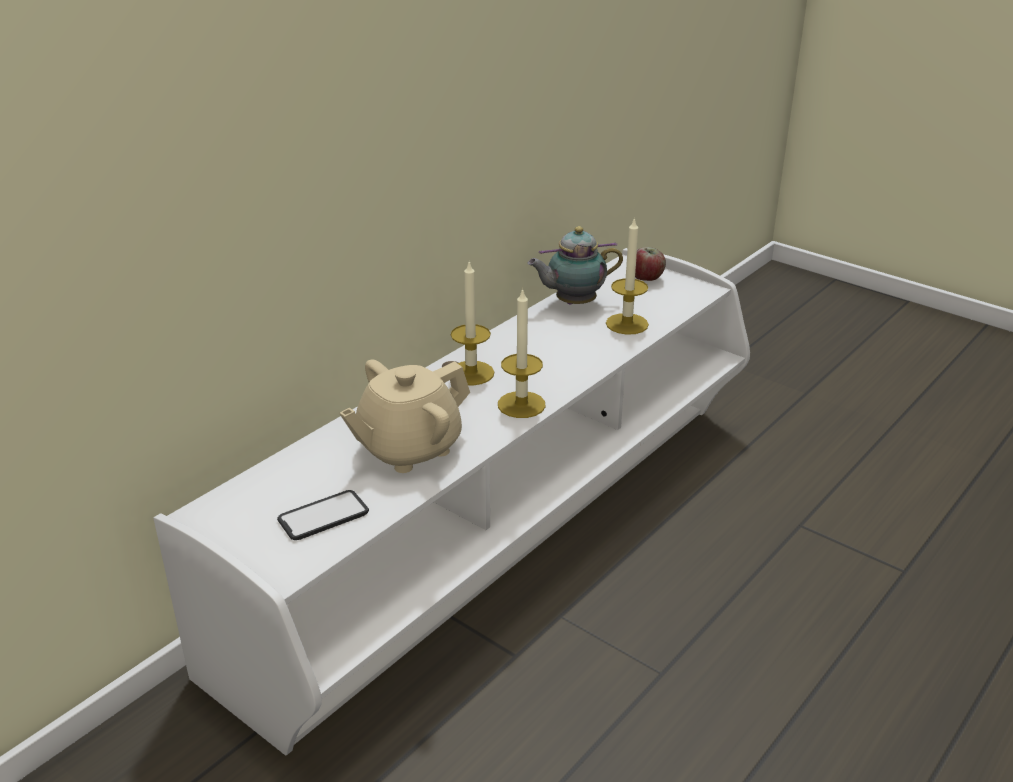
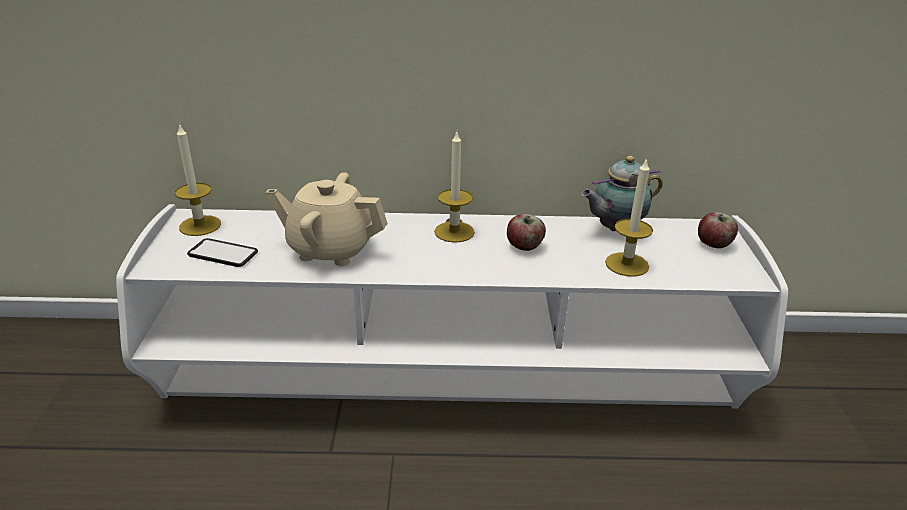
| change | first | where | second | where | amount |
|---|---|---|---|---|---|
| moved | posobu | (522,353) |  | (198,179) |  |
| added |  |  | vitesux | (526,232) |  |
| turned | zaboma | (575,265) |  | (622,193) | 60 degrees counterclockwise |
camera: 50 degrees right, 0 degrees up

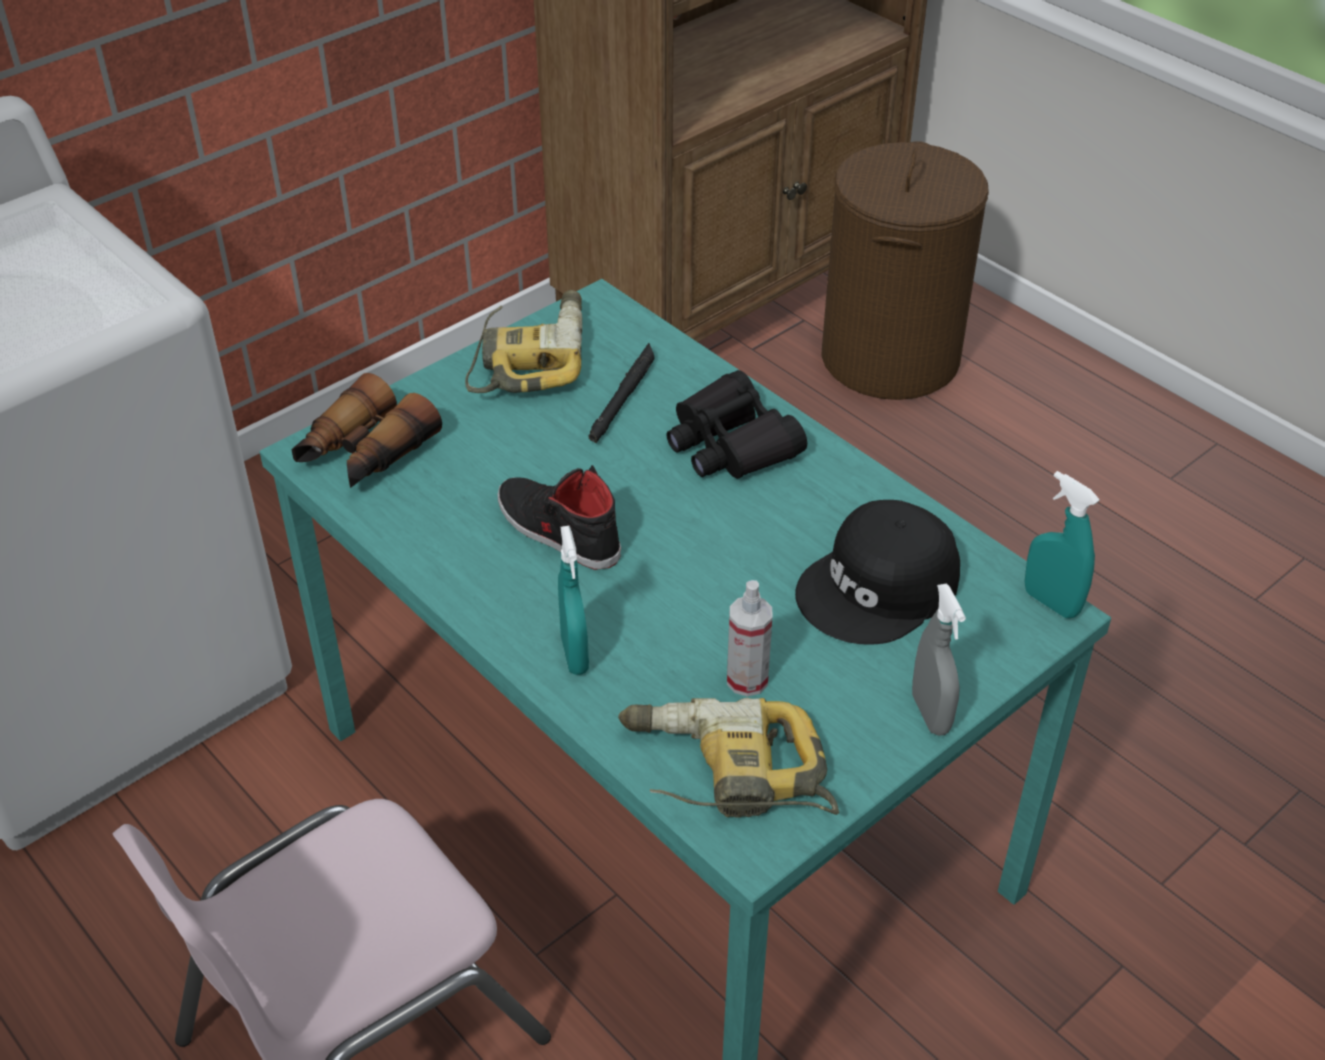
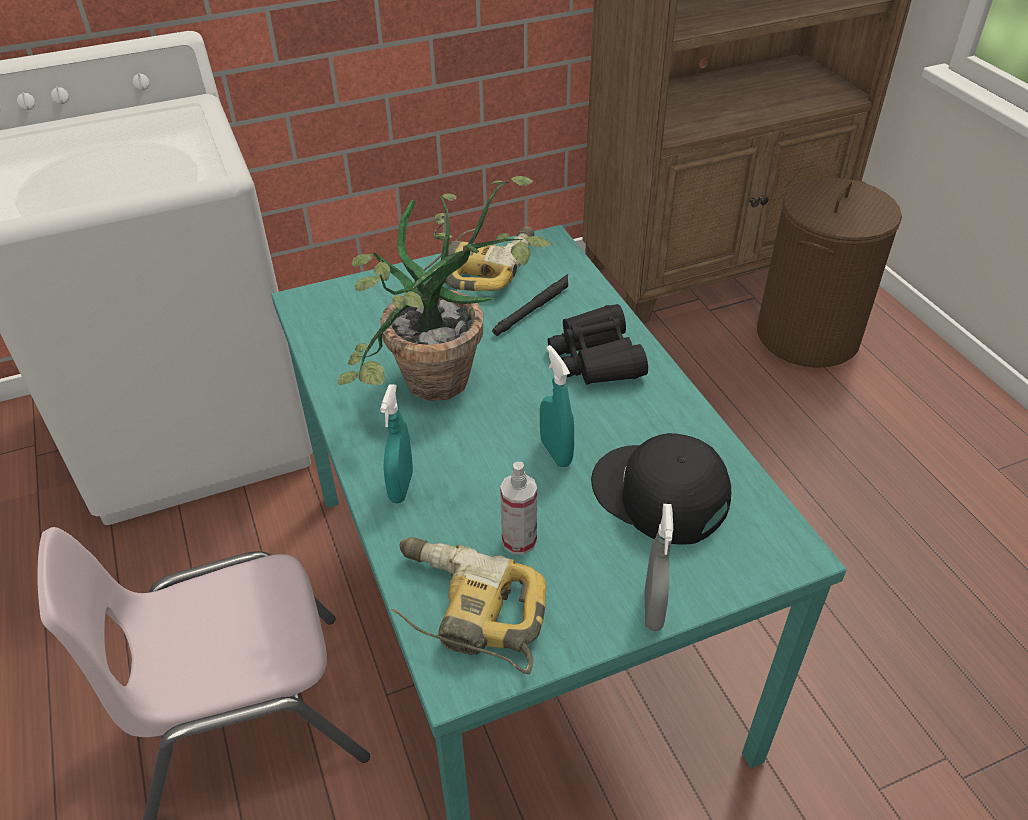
| change | first | where | second | where | amount |
|---|---|---|---|---|---|
| replaced | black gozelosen | (559,517) | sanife | (445,288) |  |
| moved | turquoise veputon | (1062,545) |  | (557,406) |  |
| turned | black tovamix | (877,572) |  | (661,489) | 60 degrees clockwise |
| removed | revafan | (366,430) |  |  |  |
camera: 20 degrees right, 0 degrees up

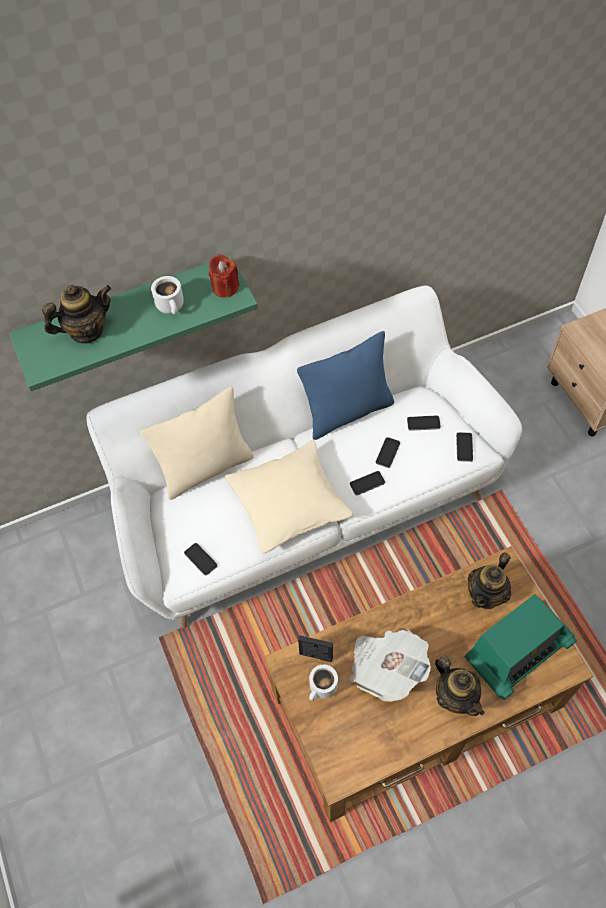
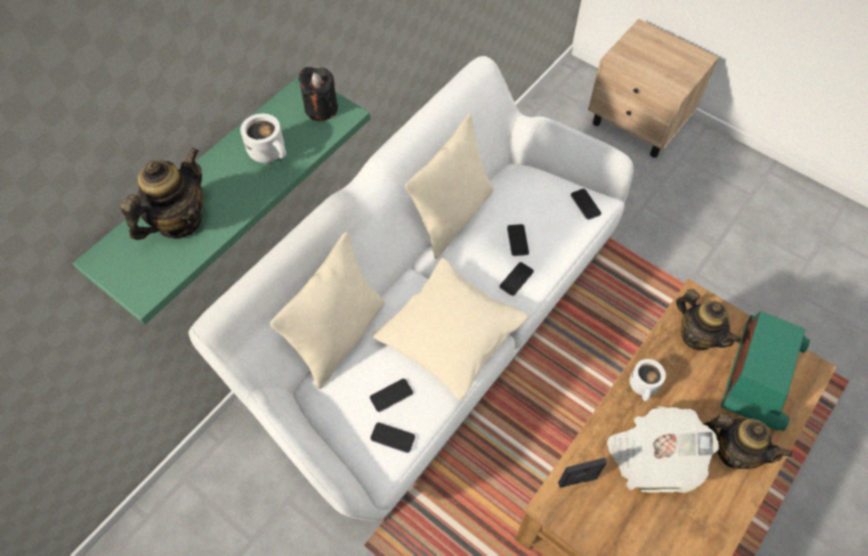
| change | first | where | second | where | amount |
|---|---|---|---|---|---|
| recoloured | red posobu | (224,276) | black posobu | (318,94) |  |
| moved | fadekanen | (424,423) |  | (391,395) |  |
| recoloured | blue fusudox | (345,385) | beige fusudox | (449,186) |  |
| moved | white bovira | (323,683) |  | (648,380) |  |
| turned | zaboma | (489,580) |  | (708,319) | 45 degrees counterclockwise |
camera: 30 degrees left, 0 degrees up

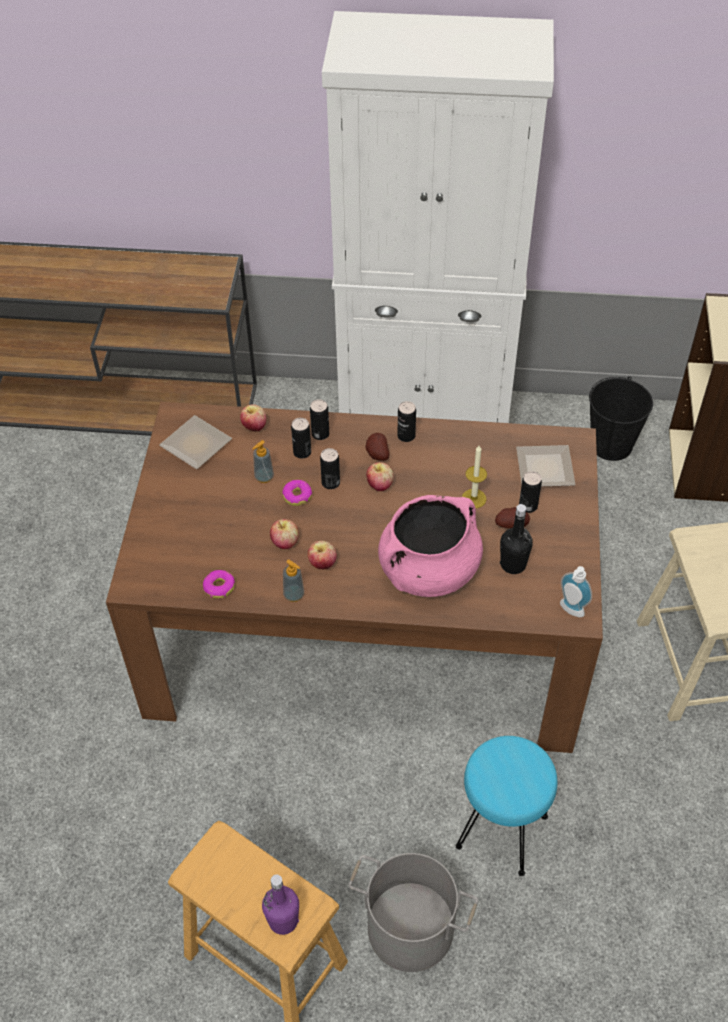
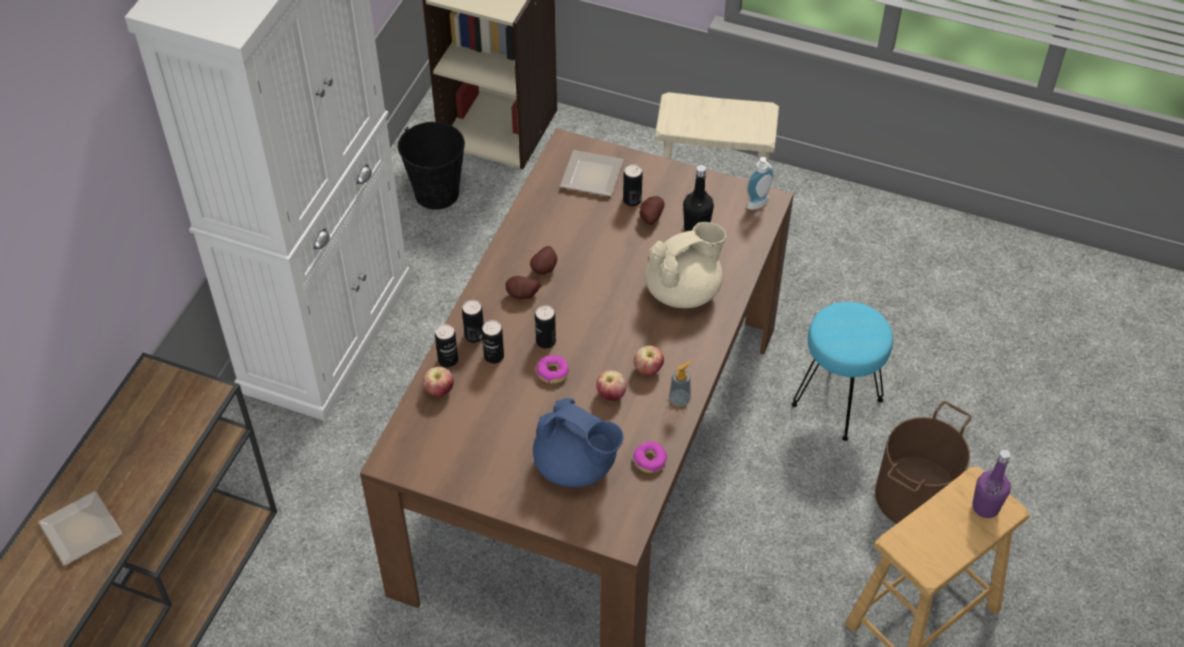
| change | first | where | second | where | amount |
|---|---|---|---|---|---|
| moved | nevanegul | (195,442) |  | (80,528) |  |
| moved | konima | (406,421) |  | (446,346) |  |
| added |  |  | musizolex | (543,260) |  |
| added |  |  | blue zaboma | (578,442) |  |
| replaced | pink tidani | (430,546) | beige zaboma | (685,265) |  |
| recoloured | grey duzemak | (413,912) | brown duzemak | (923,462) |  |
| removed | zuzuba | (263,461) |  |  |  |
| removed | vitesux | (380,476) |  |  |  |
| removed | posobu | (474,477) |  |  |  |
camera: 75 degrees left, 0 degrees up

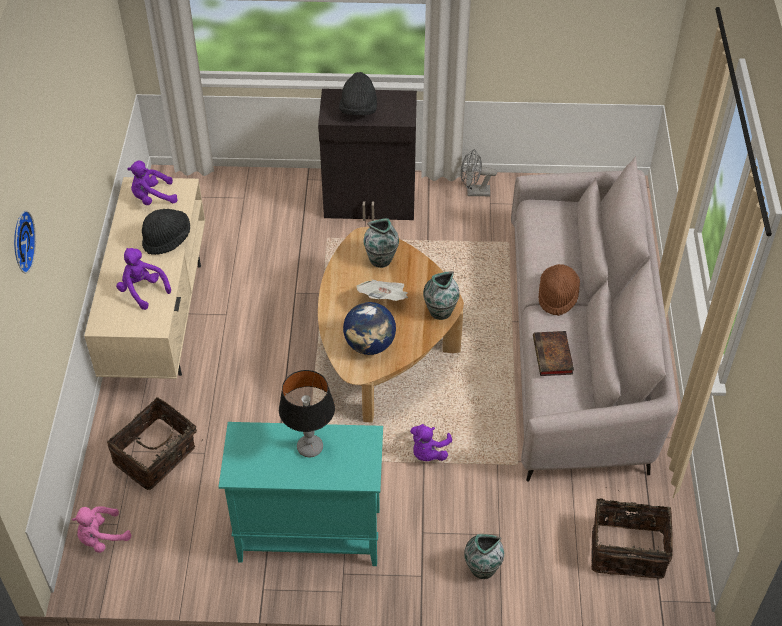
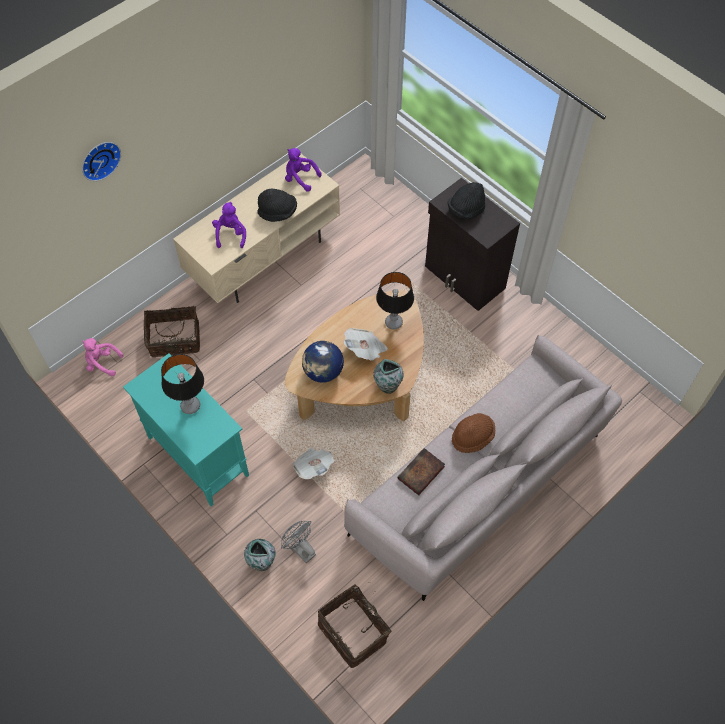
| change | first | where | second | where | amount |
|---|---|---|---|---|---|
| moved | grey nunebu | (479,172) |  | (298,542) |  |
| replaced | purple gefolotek | (431,442) | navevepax | (313,463) |  |
| replaced | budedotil | (381,243) | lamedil | (395,301) |  |
camera: 45 degrees right, 10 degrees up

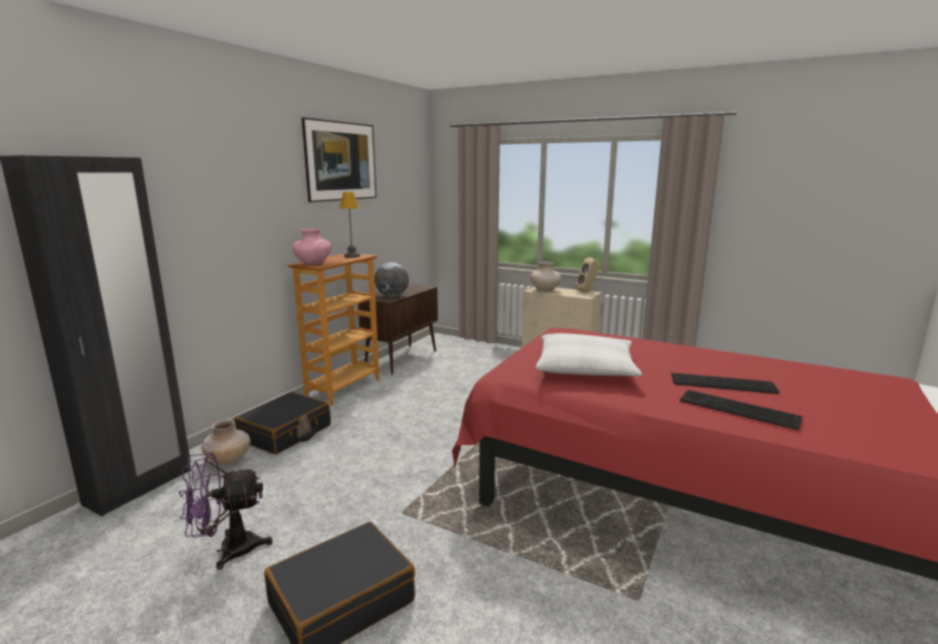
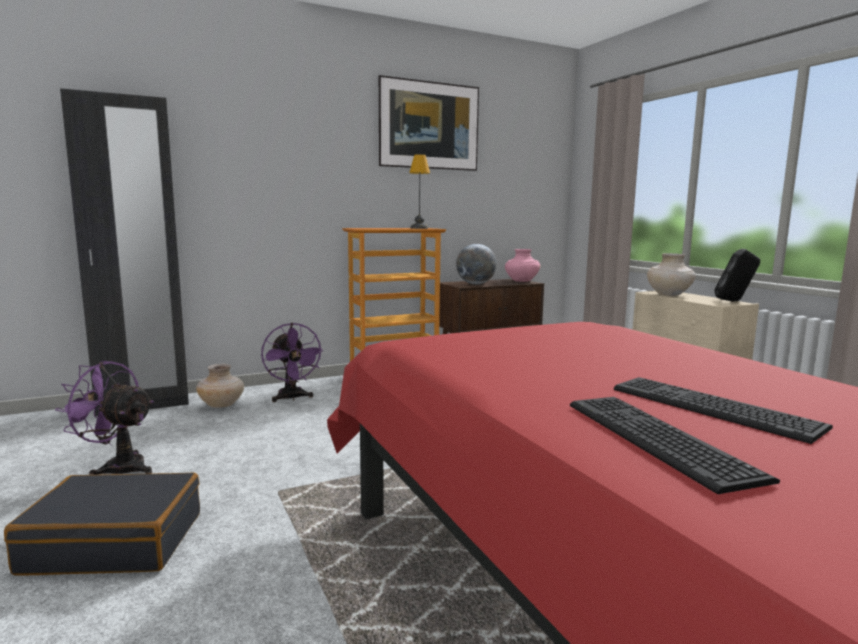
| change | first | where | second | where | amount |
|---|---|---|---|---|---|
| replaced | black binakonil | (282,423) | purple nunebu | (292,362) |  |
| moved | pink budedotil | (311,247) |  | (522,265) |  |
| recoloured | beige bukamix | (587,274) | black bukamix | (737,275) |  |
| removed | white fusudox | (589,355) |  |  |  |
camera: 35 degrees right, 5 degrees down

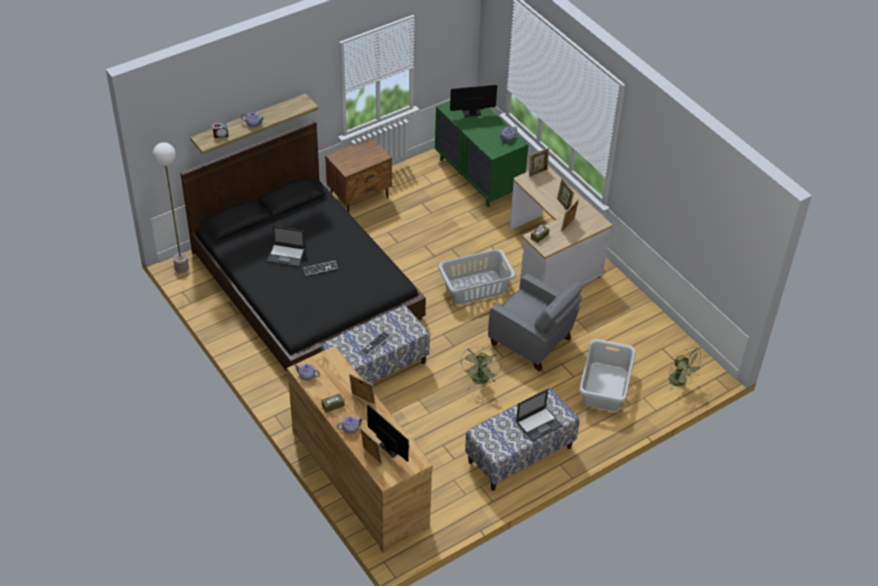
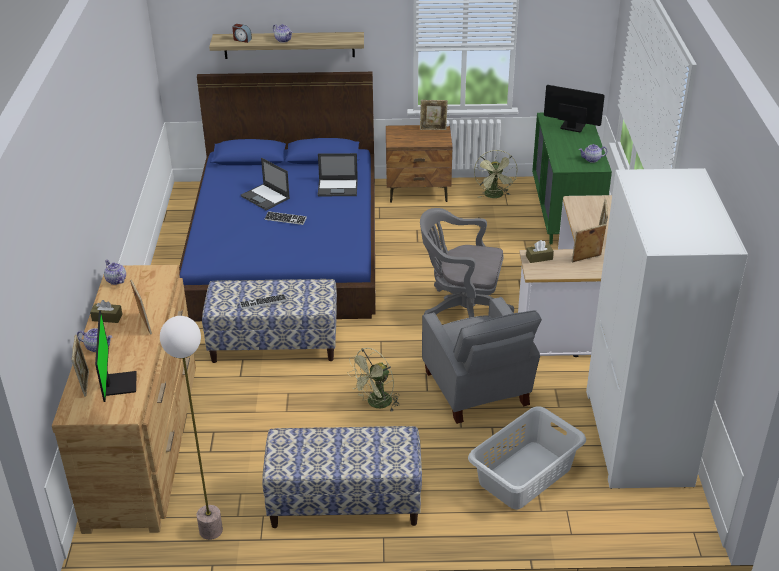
| change | first | where | second | where | amount |
|---|---|---|---|---|---|
| moved | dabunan | (171,207) |  | (191,428) |  |
| recoloured | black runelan | (303,246) | blue runelan | (277,196) |  |
| moved | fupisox | (539,415) |  | (338,174) |  |
| moved | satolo | (539,162) |  | (434,115) |  |
| replaced | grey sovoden | (477,277) | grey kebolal | (467,263) |  |
| moved | green nunebu | (687,369) |  | (495,174) |  |
| added |  |  | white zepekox | (667,328) |  |
camera: 35 degrees right, 10 degrees down

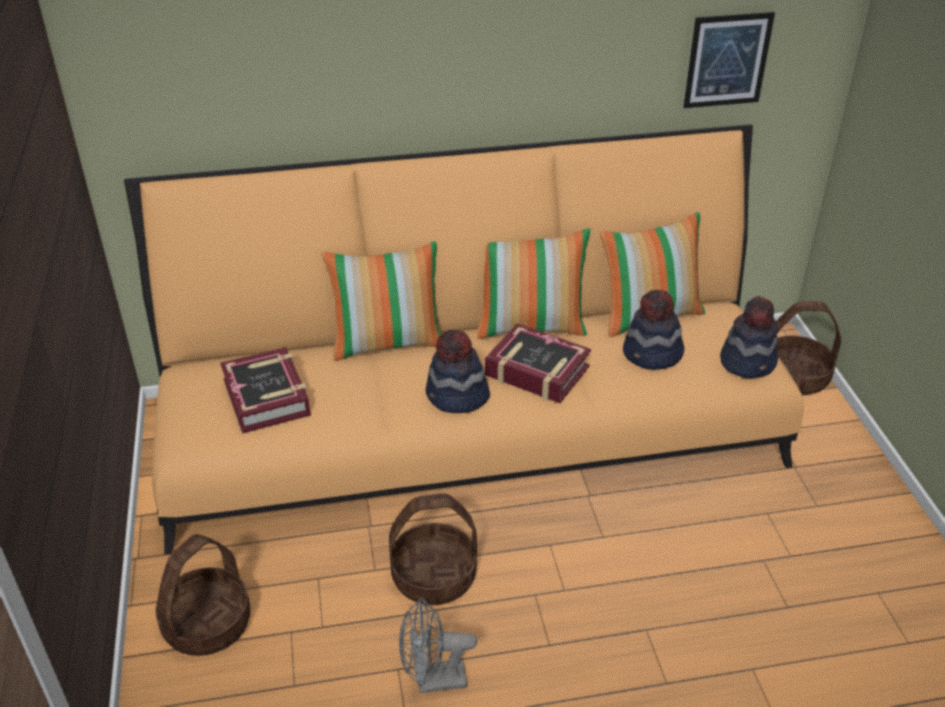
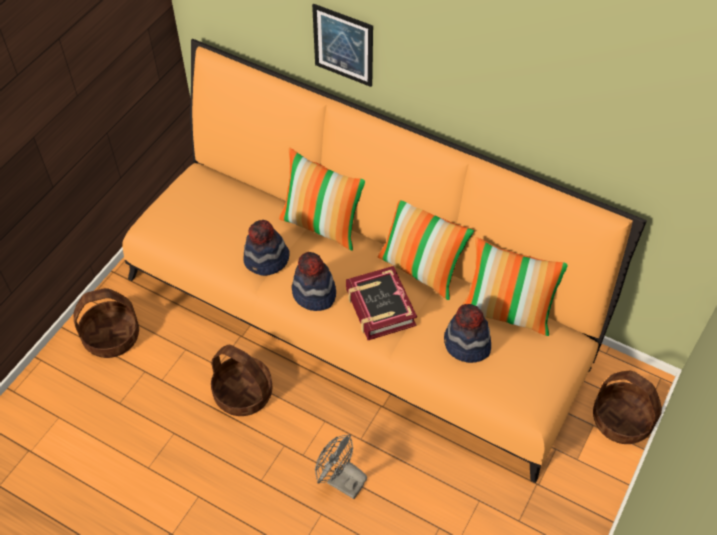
| change | first | where | second | where | amount |
|---|---|---|---|---|---|
| moved | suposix | (749,337) |  | (266,248) |  |
| moved | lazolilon | (729,60) |  | (342,45) |  |
| moved | grey nunebu | (438,645) |  | (341,466) |  |
| removed | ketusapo | (265,390) |  |  |  |
camera: 40 degrees right, 15 degrees up

